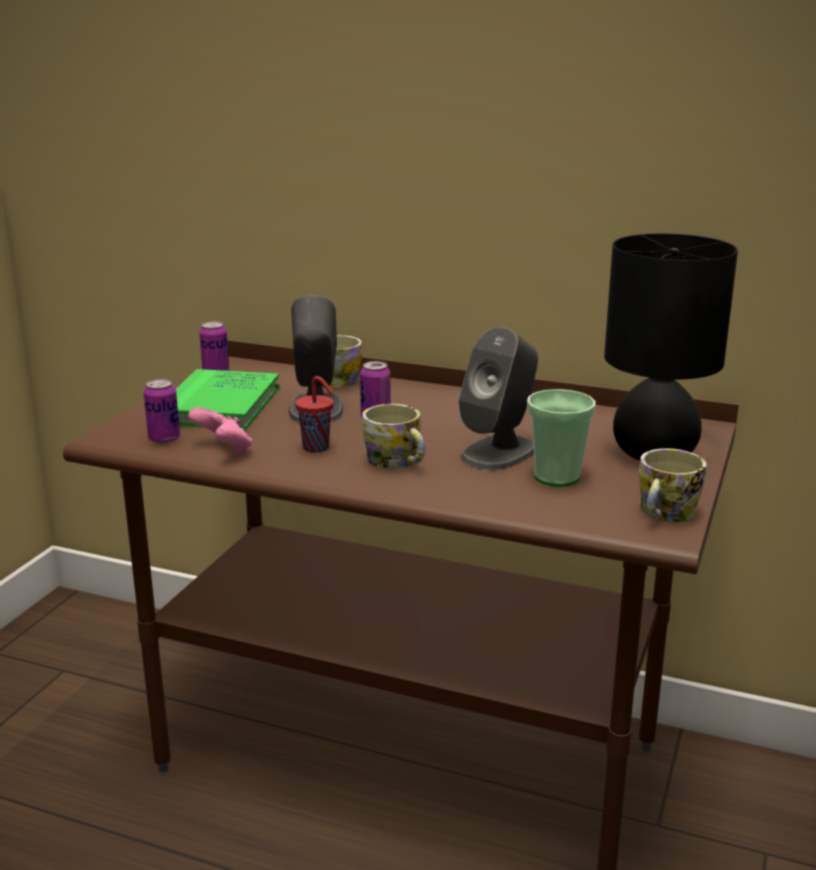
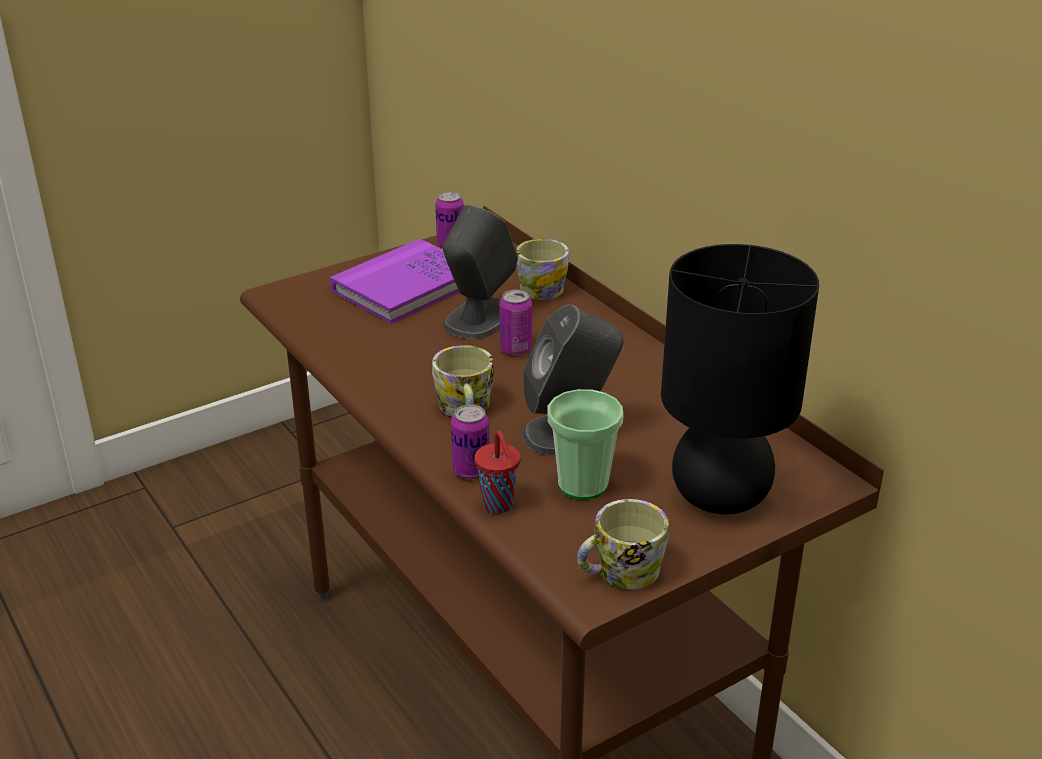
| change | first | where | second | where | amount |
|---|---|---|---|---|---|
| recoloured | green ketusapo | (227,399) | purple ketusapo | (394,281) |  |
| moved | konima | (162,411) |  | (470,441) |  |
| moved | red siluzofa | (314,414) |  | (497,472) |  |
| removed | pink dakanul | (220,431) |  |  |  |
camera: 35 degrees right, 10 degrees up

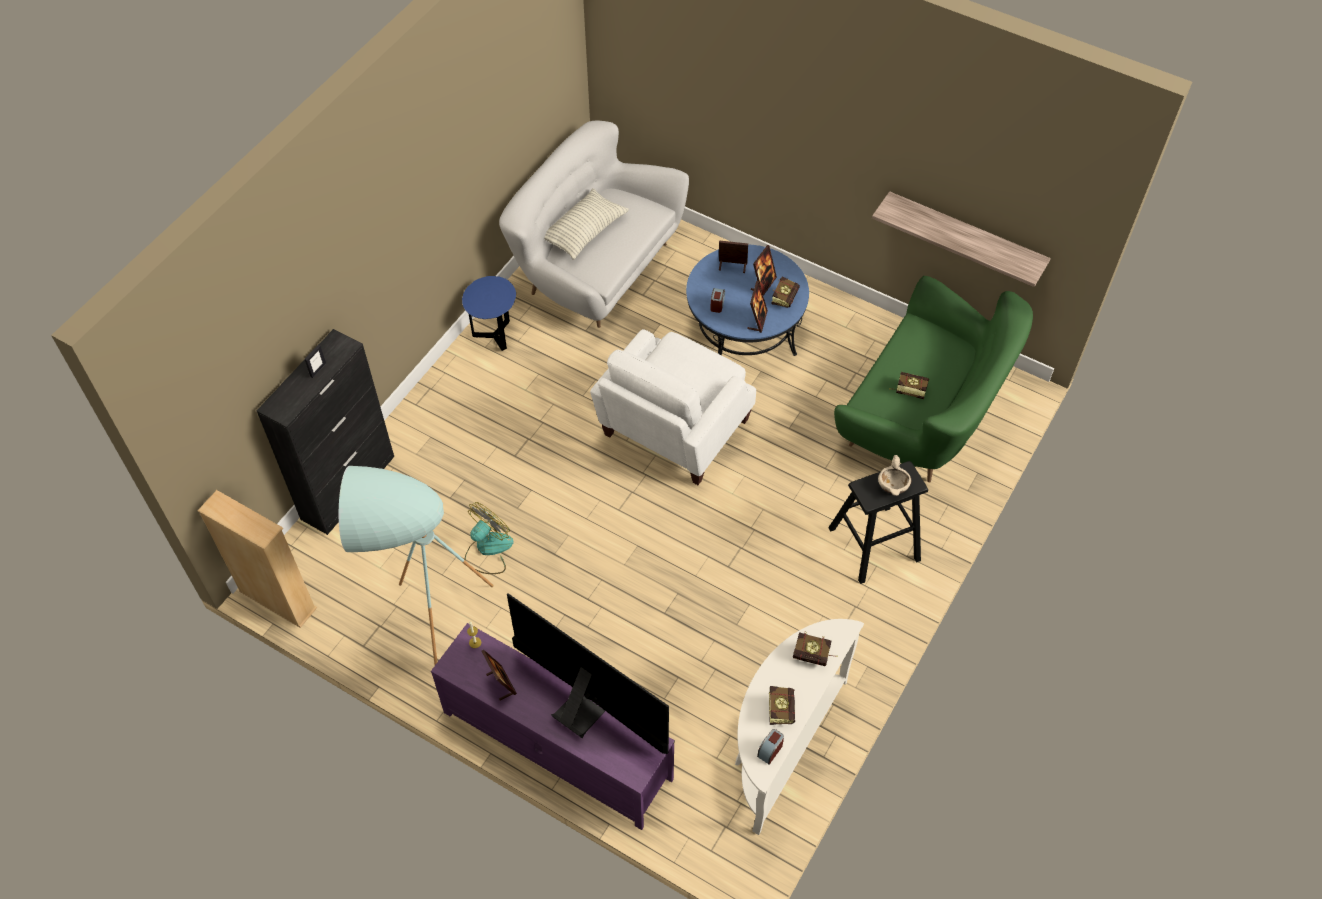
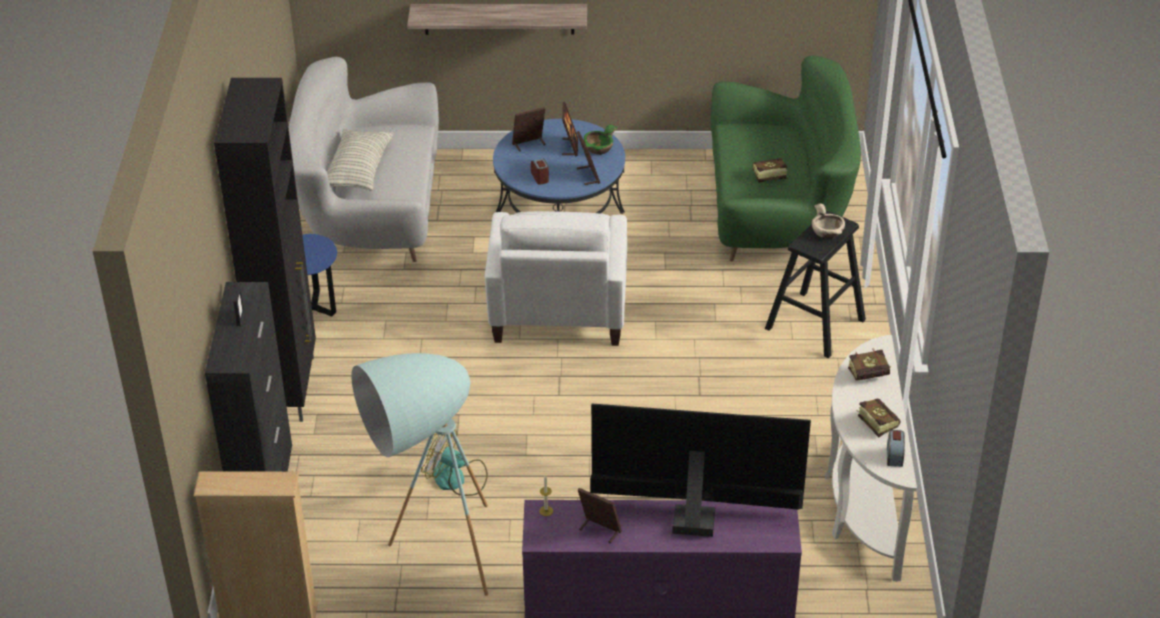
| change | first | where | second | where | amount |
|---|---|---|---|---|---|
| added |  |  | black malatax | (265,250) |  |
| moved | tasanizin | (961,239) |  | (497,19) |  |
| turned | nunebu | (489,538) |  | (454,463) | 75 degrees counterclockwise |
| replaced | ketusapo | (785,292) | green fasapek | (601,140) |  |
camera: 30 degrees left, 15 degrees down

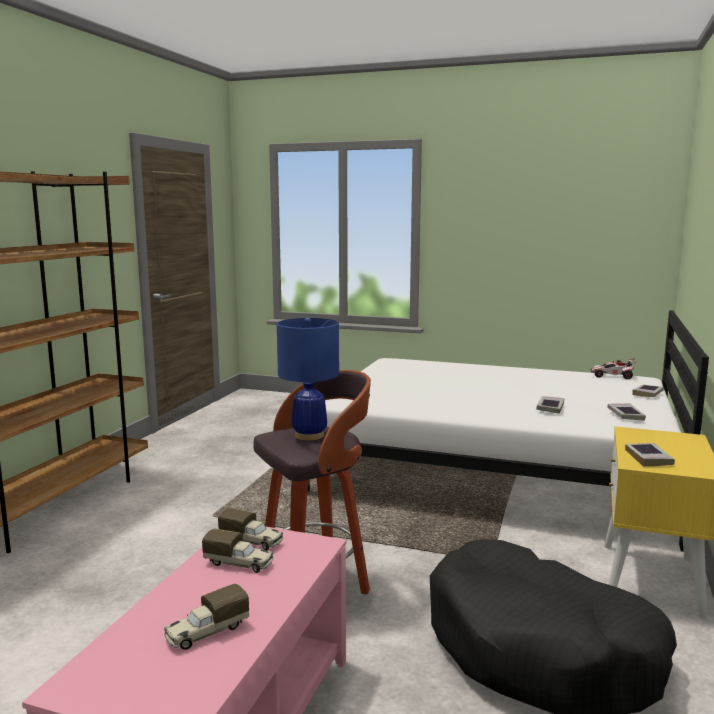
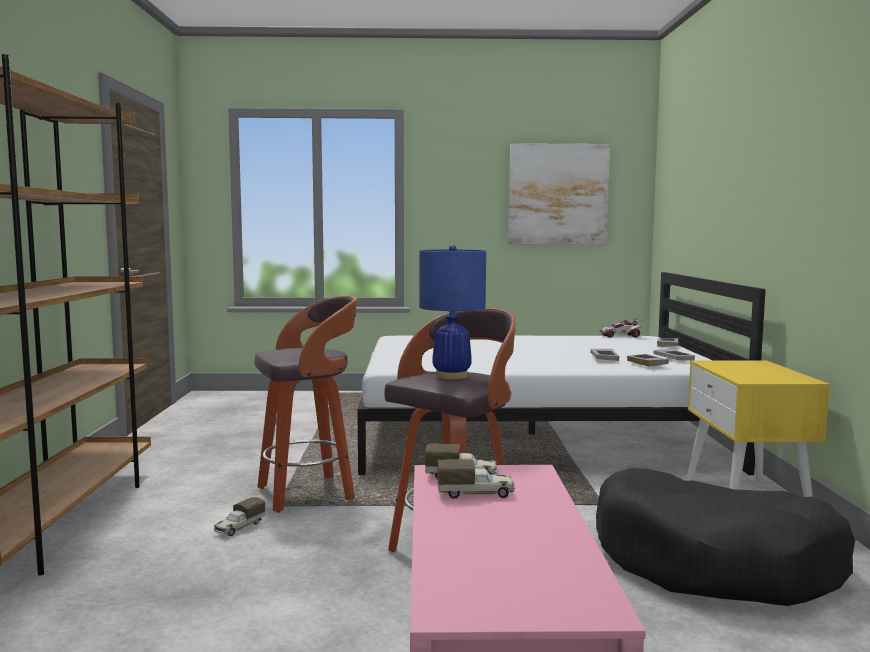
| change | first | where | second | where | amount |
|---|---|---|---|---|---|
| moved | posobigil | (206,616) |  | (239,516) |  |
| added |  |  | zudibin | (306,404) |  |
| added |  |  | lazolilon | (559,194) |  |
| moved | ketusapo | (650,455) |  | (648,360) |  |
camera: 20 degrees left, 5 degrees down

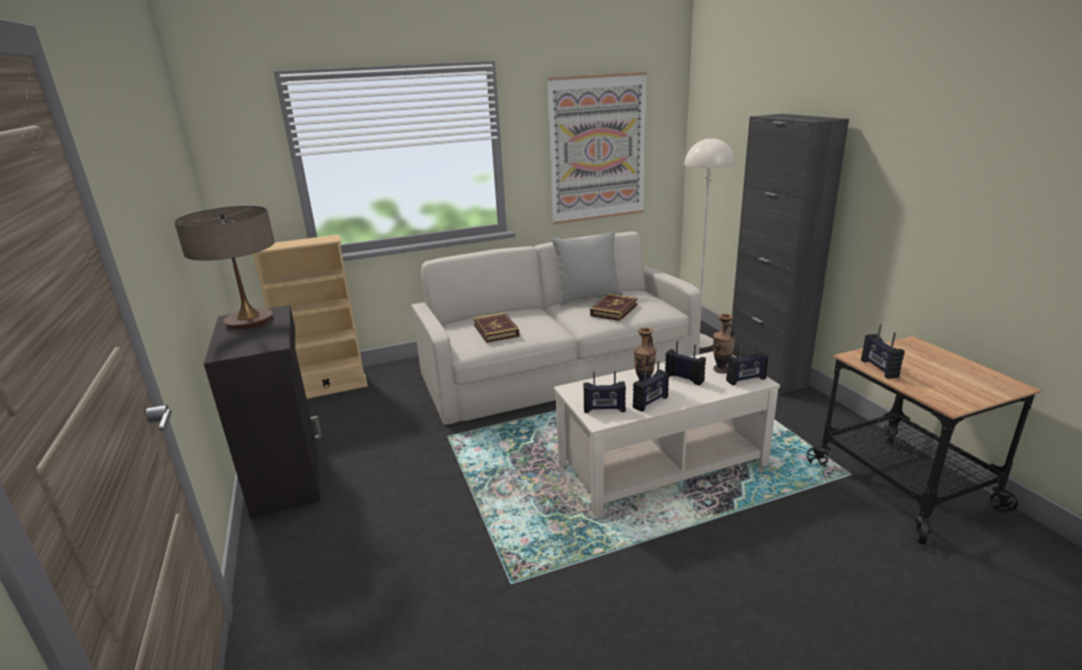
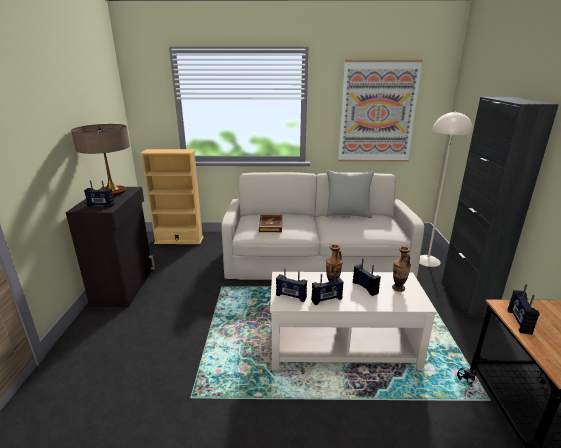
| change | first | where | second | where | amount |
|---|---|---|---|---|---|
| moved | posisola | (747,363) |  | (99,193) |  |
| removed | ketusapo | (614,307) |  |  |  |
camera: 20 degrees right, 0 degrees up

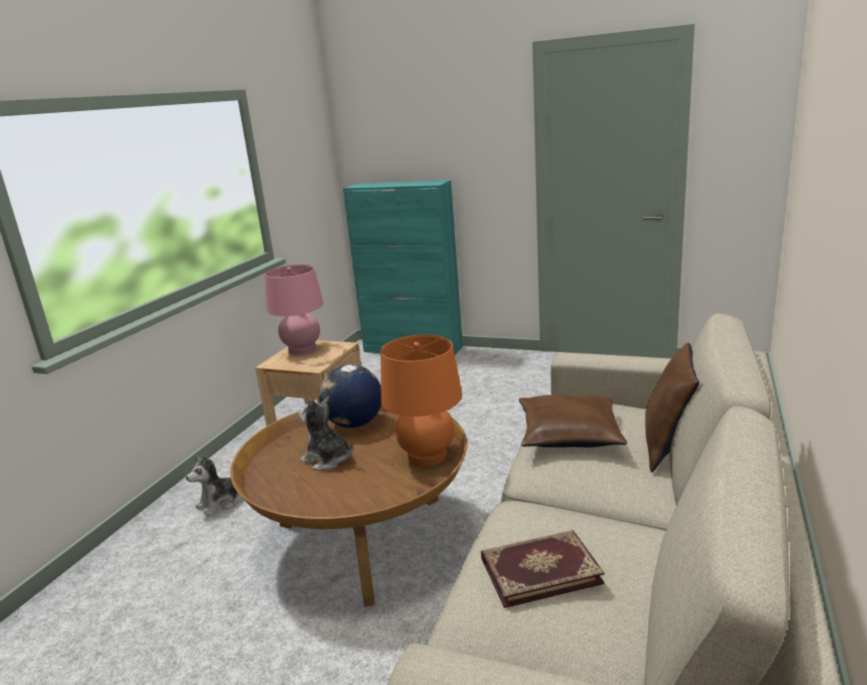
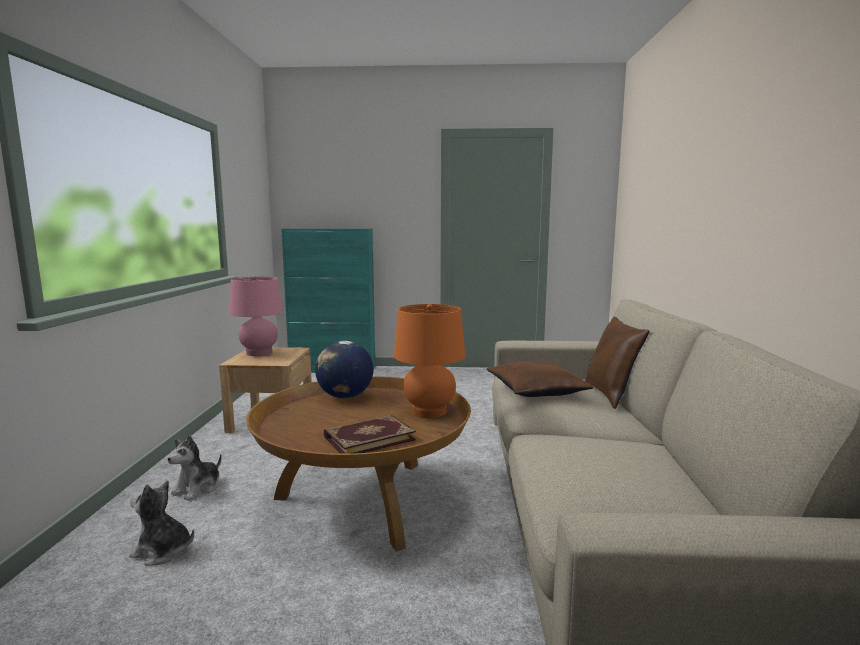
| change | first | where | second | where | amount |
|---|---|---|---|---|---|
| moved | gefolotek | (325,433) |  | (161,523) |  |
| moved | ketusapo | (543,569) |  | (370,434) |  |
camera: 20 degrees left, 10 degrees down

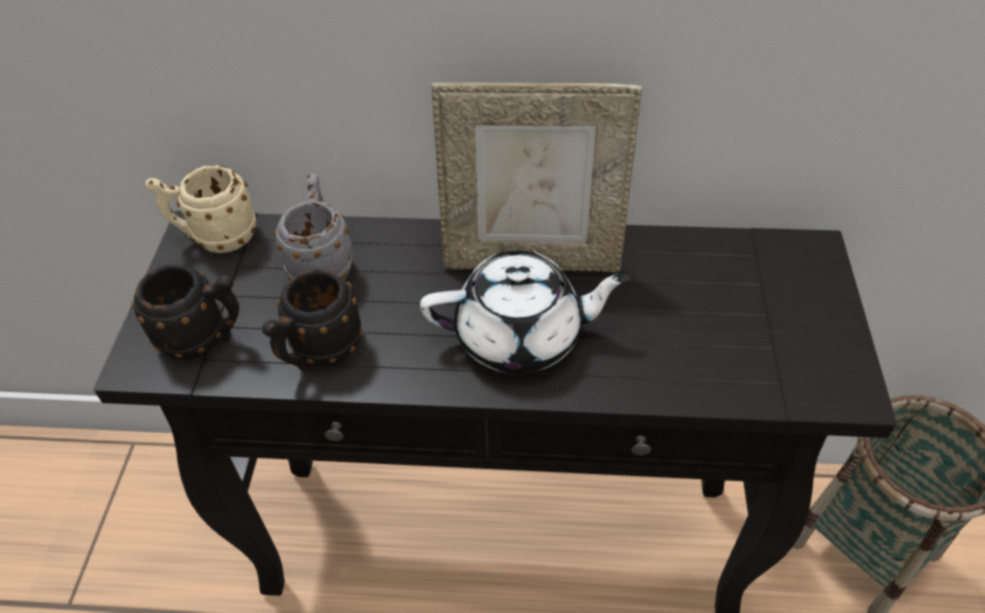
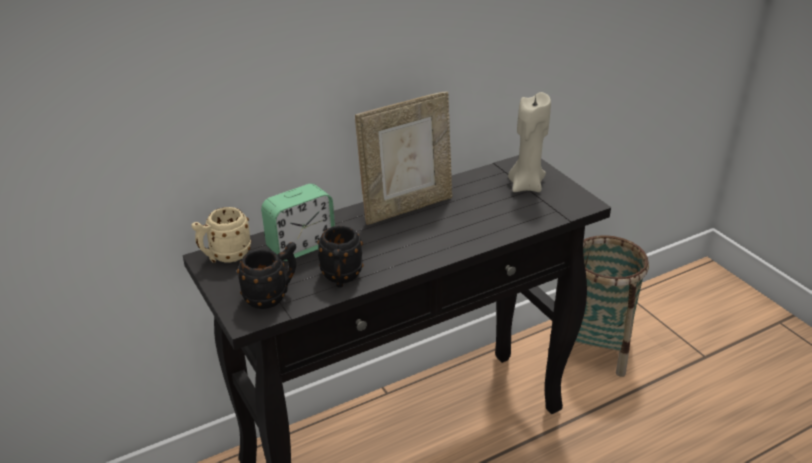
| change | first | where | second | where | amount |
|---|---|---|---|---|---|
| replaced | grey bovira | (314,227) | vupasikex | (298,222) |  |
| added |  |  | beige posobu | (529,142) |  |
| removed | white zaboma | (525,312) |  |  |  |
camera: 35 degrees left, 15 degrees down

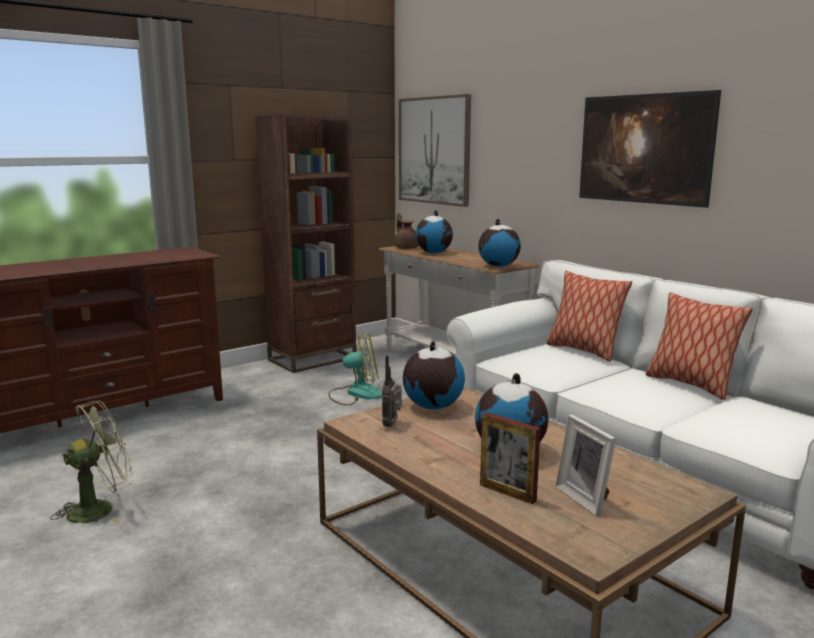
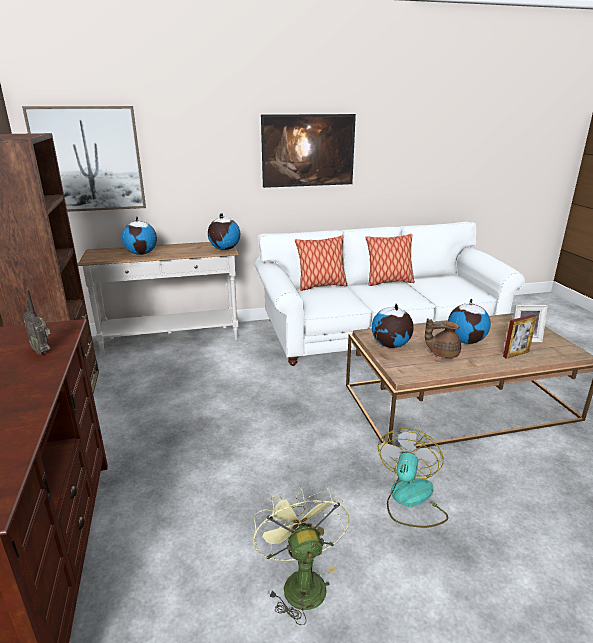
| change | first | where | second | where | amount |
|---|---|---|---|---|---|
| moved | posisola | (392,391) |  | (37,322) |  |
| moved | nunebu | (355,368) |  | (413,478) |  |
| moved | brown zaboma | (406,231) |  | (443,338) |  |
camera: 65 degrees left, 10 degrees up

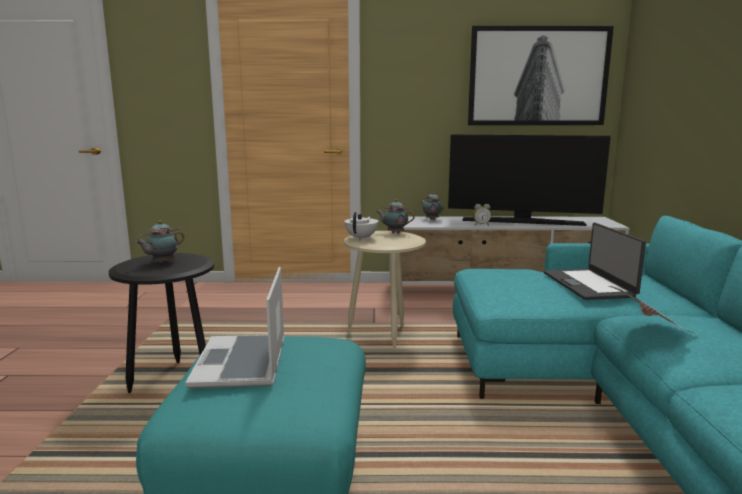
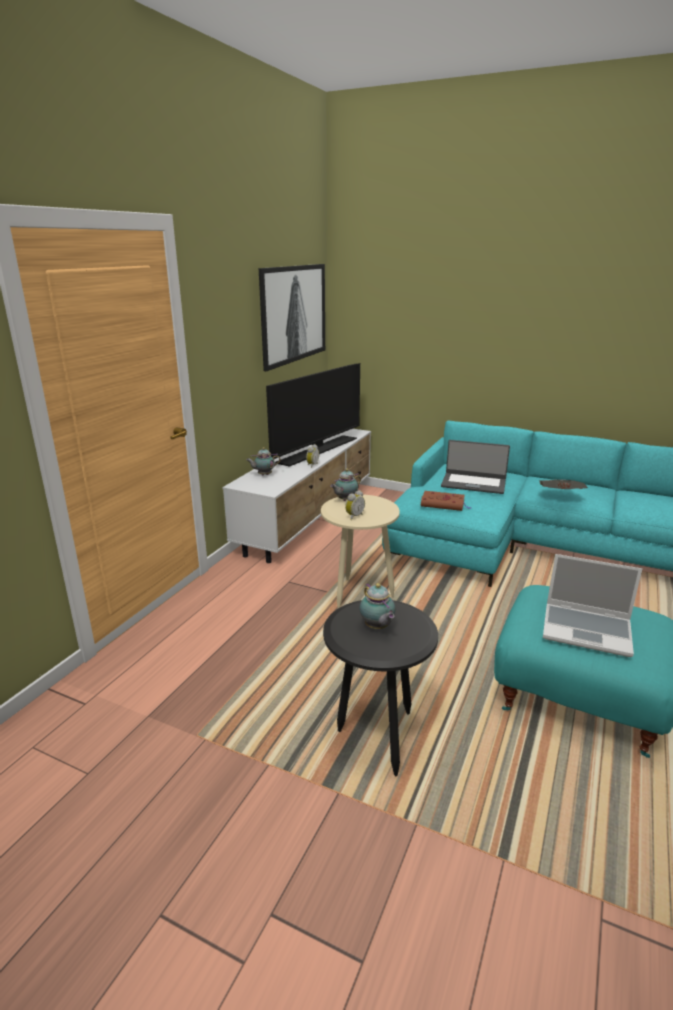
| change | first | where | second | where | amount |
|---|---|---|---|---|---|
| replaced | white zaboma | (361,226) | vupasikex | (355,505) |  |
| added |  |  | brown ketusapo | (446,501) |  |
camera: 65 degrees left, 10 degrees up

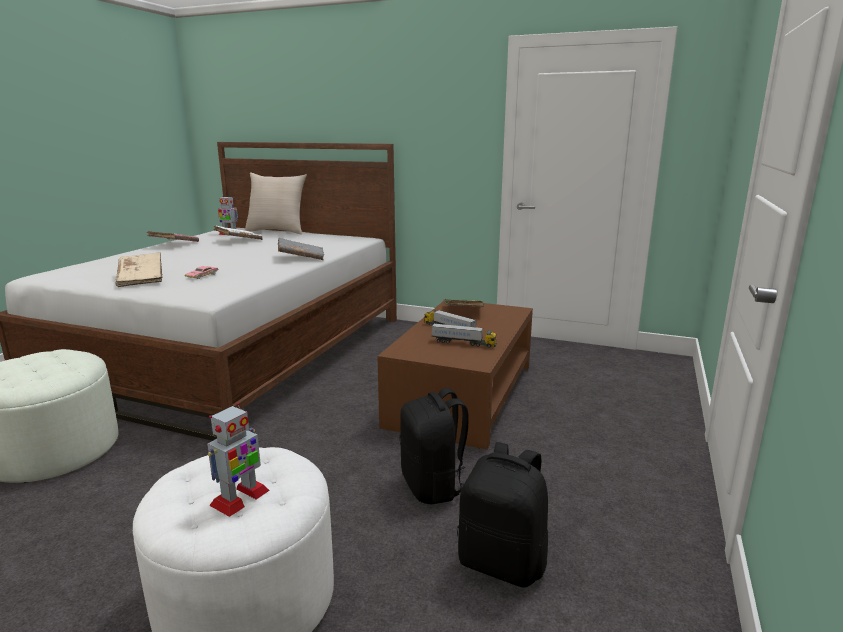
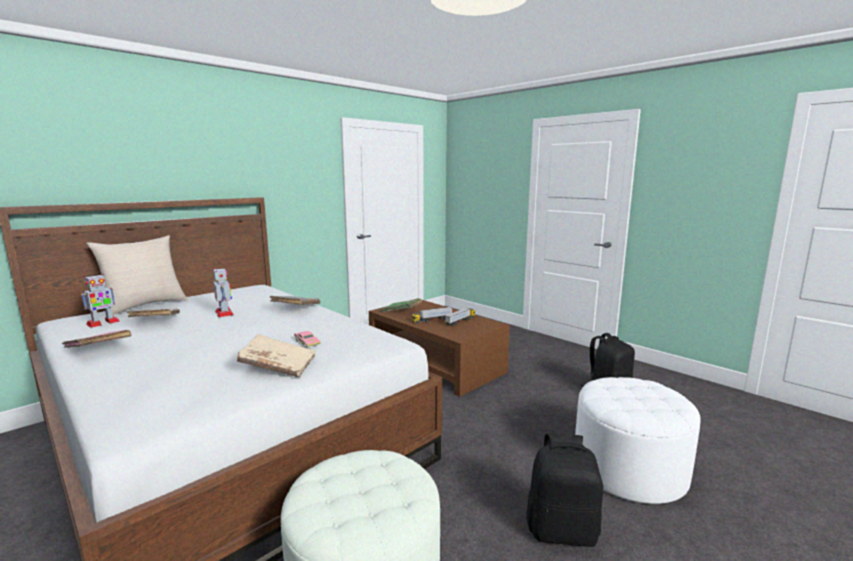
| change | first | where | second | where | amount |
|---|---|---|---|---|---|
| moved | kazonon | (238,460) |  | (223,292) |  |
| moved | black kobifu | (434,446) |  | (564,490) |  |
camera: 65 degrees left, 5 degrees down

